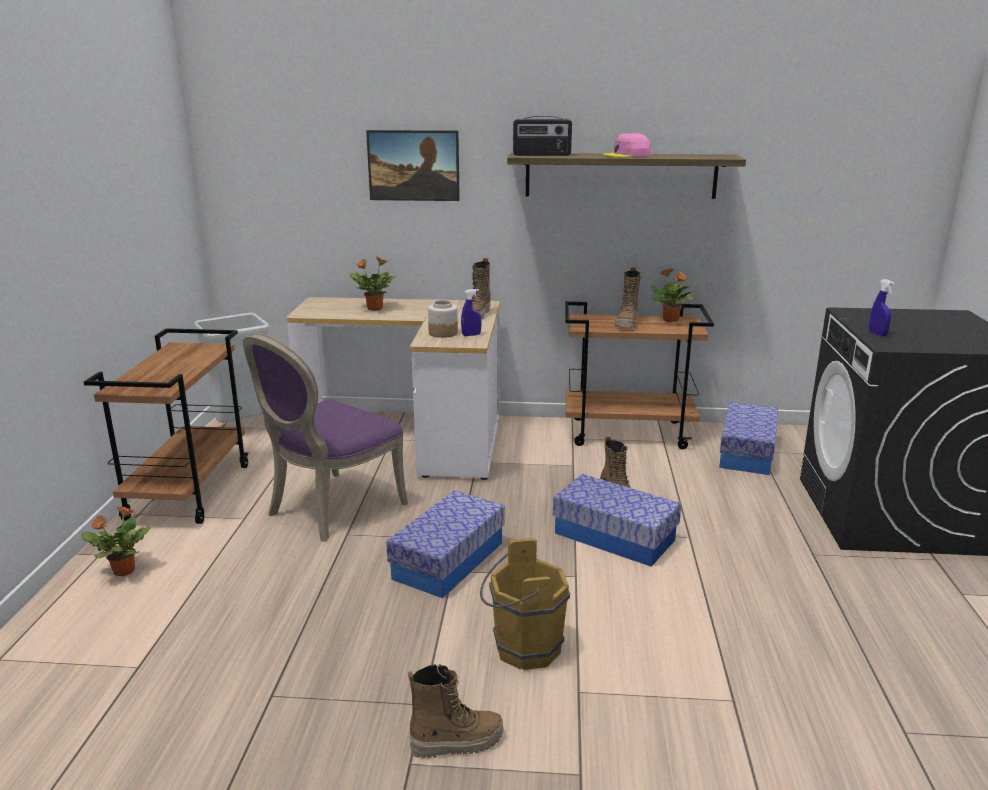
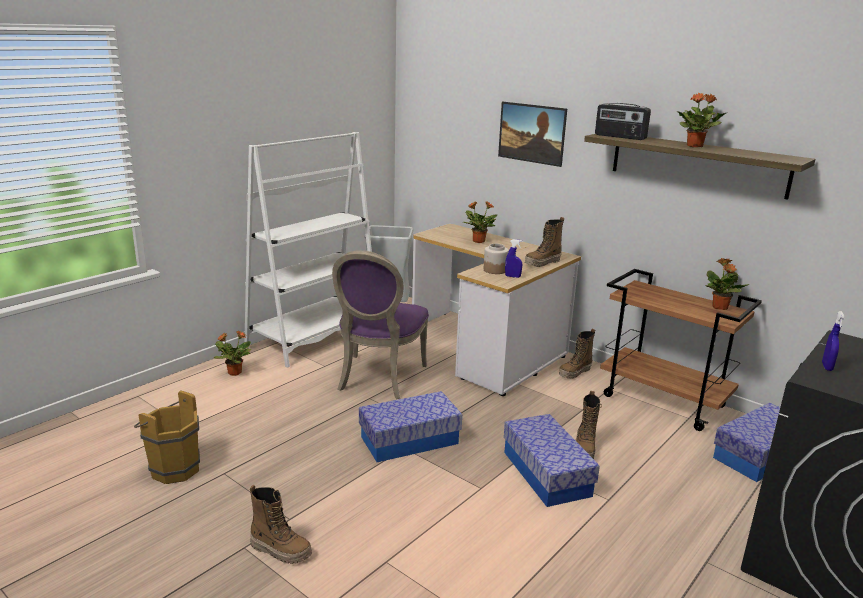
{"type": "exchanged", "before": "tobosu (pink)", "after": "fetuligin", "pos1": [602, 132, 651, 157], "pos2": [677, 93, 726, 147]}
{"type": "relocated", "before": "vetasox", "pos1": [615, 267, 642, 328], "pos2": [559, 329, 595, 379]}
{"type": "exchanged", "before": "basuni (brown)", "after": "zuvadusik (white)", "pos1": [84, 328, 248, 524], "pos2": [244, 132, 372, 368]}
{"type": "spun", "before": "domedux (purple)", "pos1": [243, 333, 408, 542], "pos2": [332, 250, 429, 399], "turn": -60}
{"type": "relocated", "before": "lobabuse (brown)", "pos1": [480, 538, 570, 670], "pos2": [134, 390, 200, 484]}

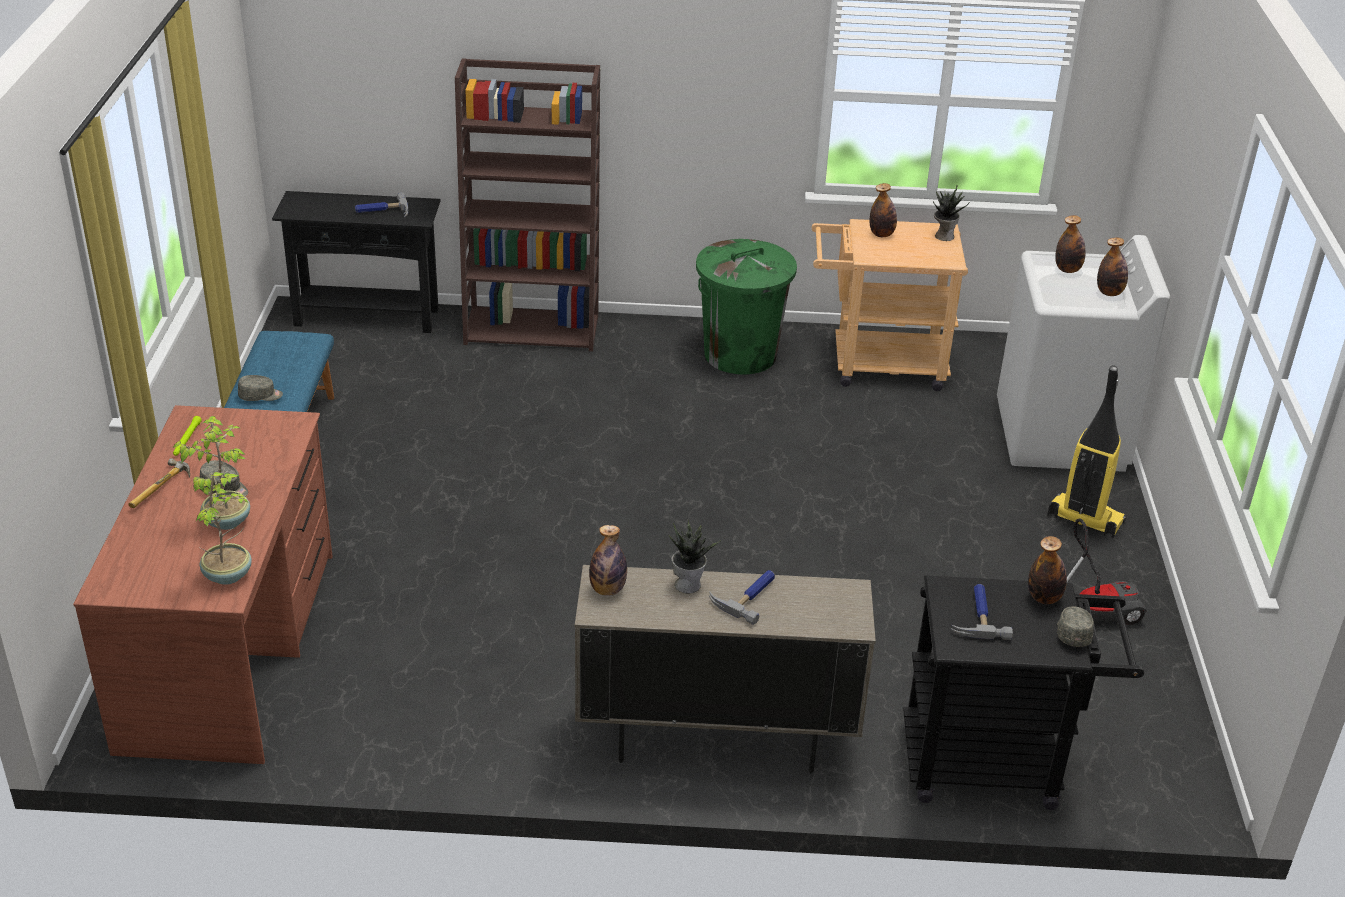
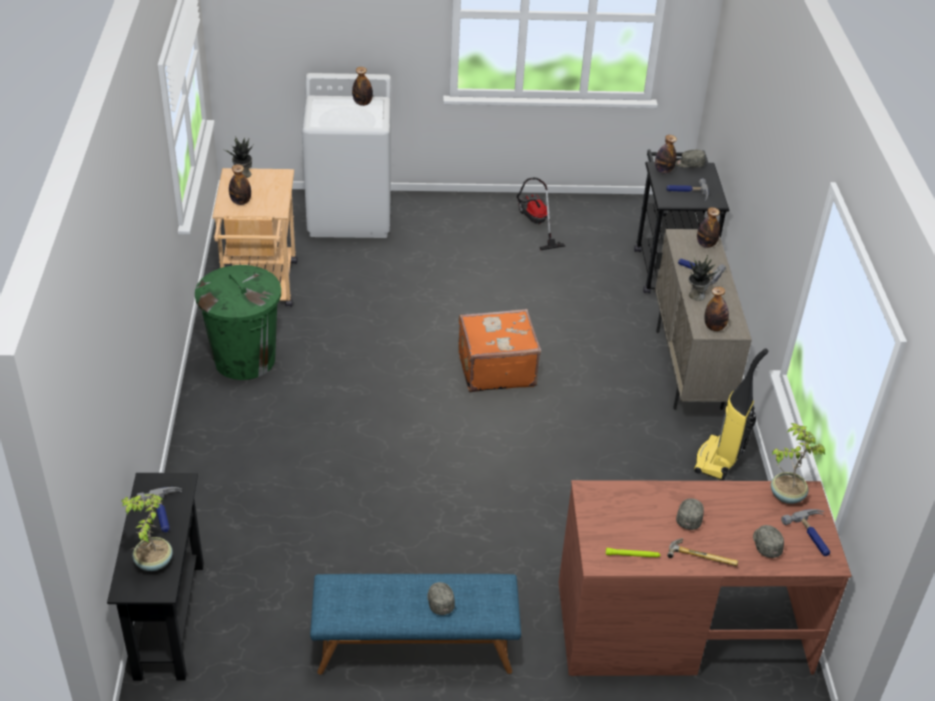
{"type": "missing", "before": "zuvadusik (brown)", "pos1": [455, 58, 600, 351]}
{"type": "relocated", "before": "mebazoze", "pos1": [1055, 215, 1085, 273], "pos2": [697, 207, 720, 248]}
{"type": "relocated", "before": "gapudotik", "pos1": [1047, 365, 1127, 538], "pos2": [694, 348, 768, 480]}
{"type": "relocated", "before": "fetuligin", "pos1": [173, 416, 250, 530], "pos2": [121, 494, 173, 571]}
{"type": "appeared", "after": "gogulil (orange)", "pos2": [458, 309, 541, 392]}
{"type": "appeared", "after": "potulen", "pos2": [781, 509, 830, 556]}
{"type": "appeared", "after": "tobosu (grey)", "pos2": [753, 525, 784, 558]}

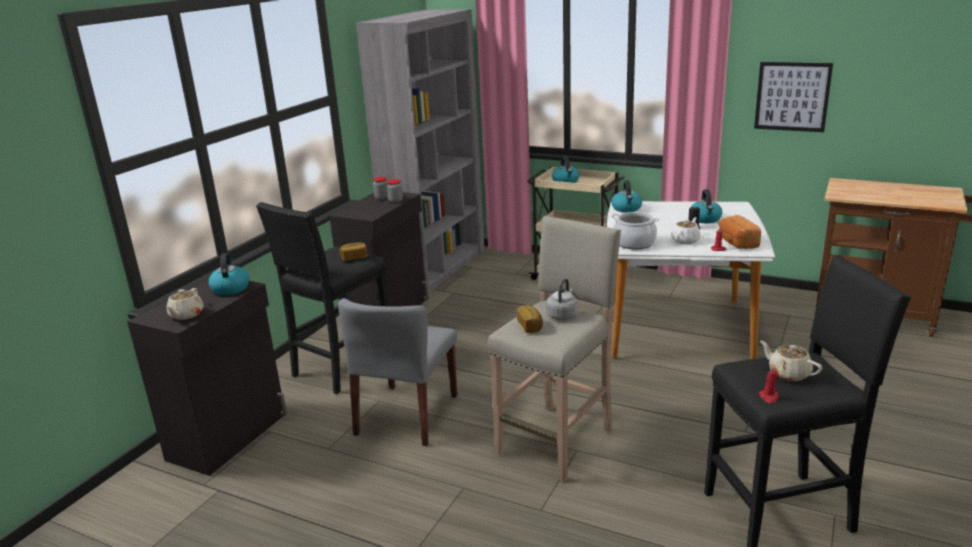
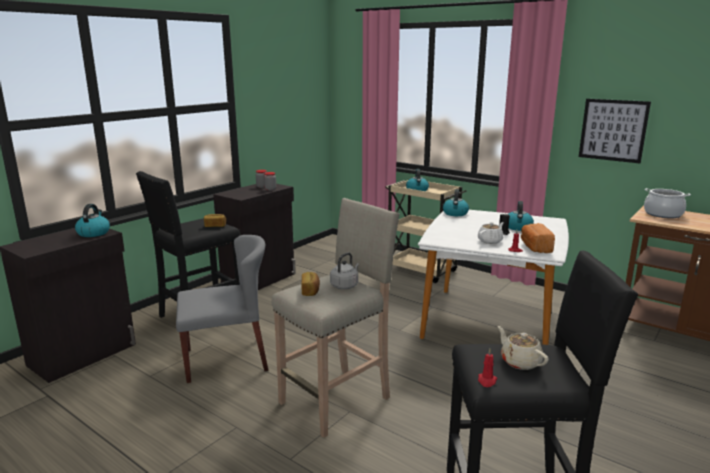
{"type": "missing", "before": "zuvadusik (grey)", "pos1": [356, 9, 485, 293]}
{"type": "relocated", "before": "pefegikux", "pos1": [611, 212, 659, 250], "pos2": [644, 188, 691, 218]}
{"type": "missing", "before": "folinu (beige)", "pos1": [166, 288, 204, 320]}
{"type": "spun", "before": "domedux (grey)", "pos1": [338, 298, 457, 446], "pos2": [176, 235, 268, 383], "turn": -135}

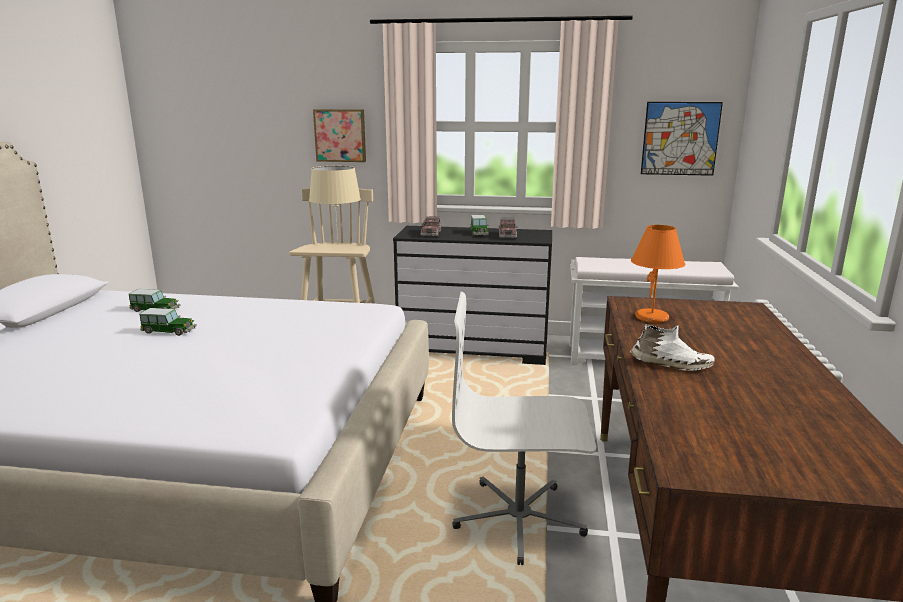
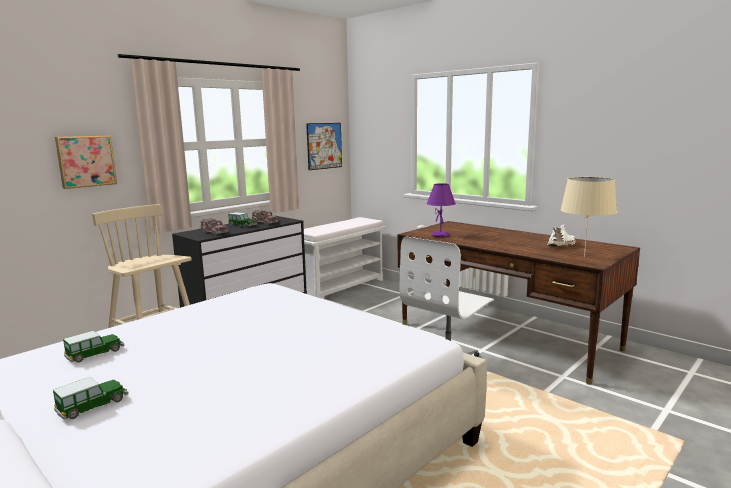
{"type": "relocated", "before": "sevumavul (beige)", "pos1": [309, 166, 361, 245], "pos2": [560, 177, 617, 257]}
{"type": "colour", "before": "sevumavul (orange)", "after": "sevumavul (purple)", "pos1": [631, 225, 685, 323], "pos2": [427, 183, 456, 237]}
{"type": "relocated", "before": "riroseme", "pos1": [139, 308, 197, 336], "pos2": [53, 377, 129, 420]}
{"type": "relocated", "before": "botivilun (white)", "pos1": [630, 324, 715, 371], "pos2": [547, 224, 576, 246]}

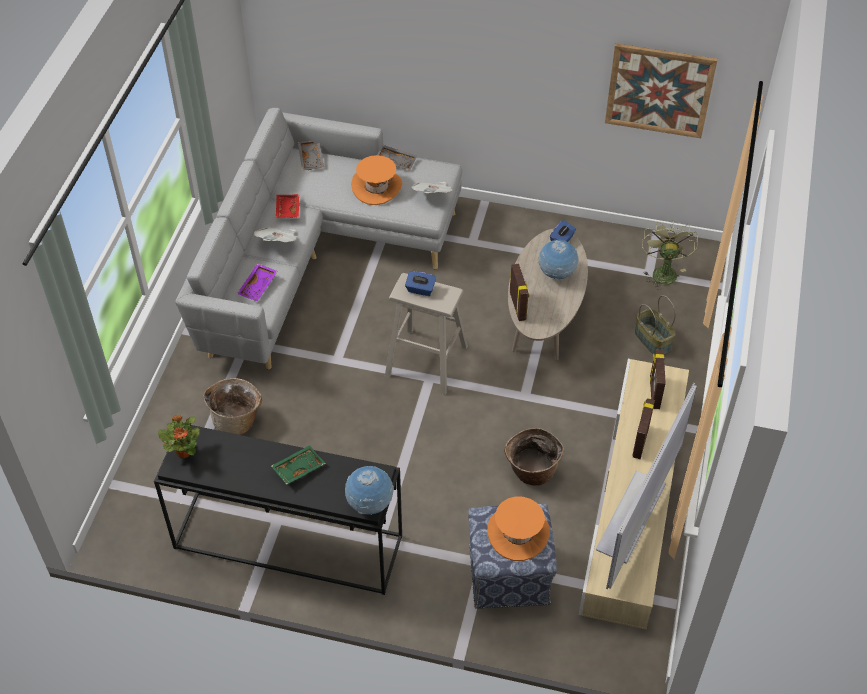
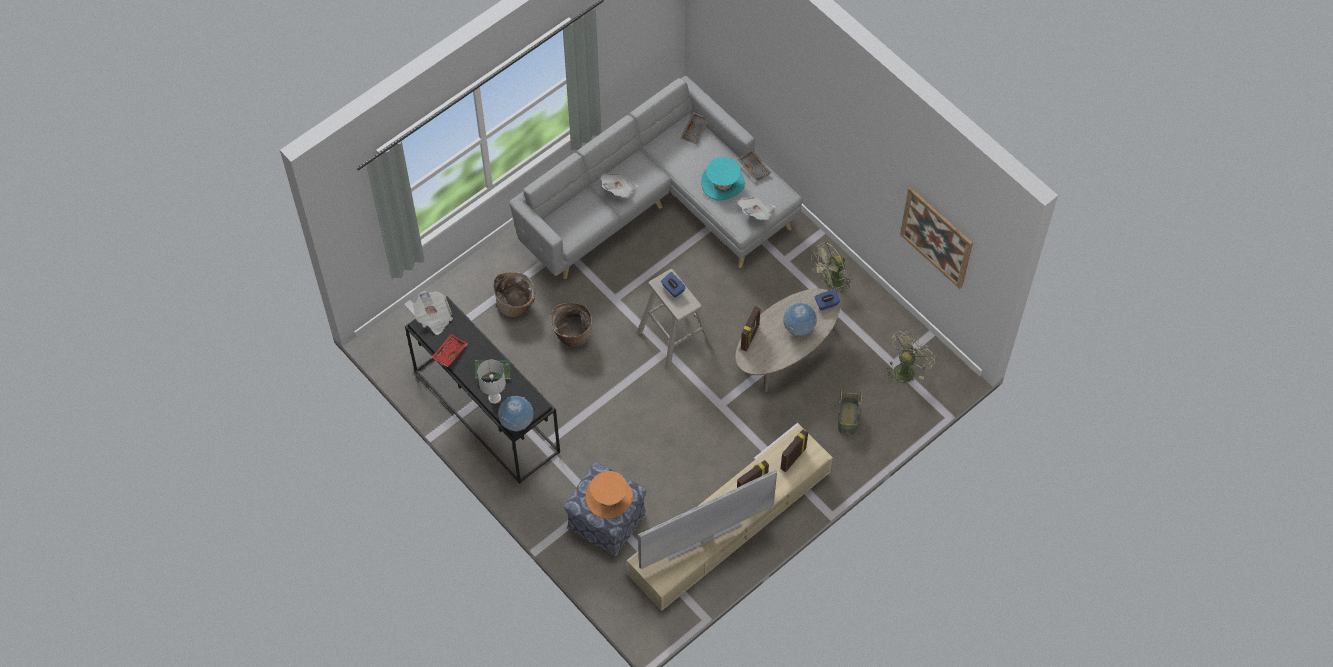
{"type": "colour", "before": "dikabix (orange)", "after": "dikabix (turquoise)", "pos1": [351, 155, 402, 205], "pos2": [701, 157, 745, 200]}
{"type": "relocated", "before": "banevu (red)", "pos1": [276, 194, 299, 218], "pos2": [431, 334, 468, 367]}
{"type": "missing", "before": "banevu (purple)", "pos1": [237, 264, 277, 301]}
{"type": "exchanged", "before": "fetuligin", "after": "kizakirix", "pos1": [158, 415, 200, 458], "pos2": [413, 291, 453, 335]}
{"type": "relocated", "before": "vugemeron", "pos1": [504, 428, 564, 485], "pos2": [551, 303, 592, 347]}
{"type": "appeared", "after": "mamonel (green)", "pos2": [811, 242, 852, 294]}
{"type": "appeared", "after": "sevumavul (white)", "pos2": [477, 360, 506, 404]}

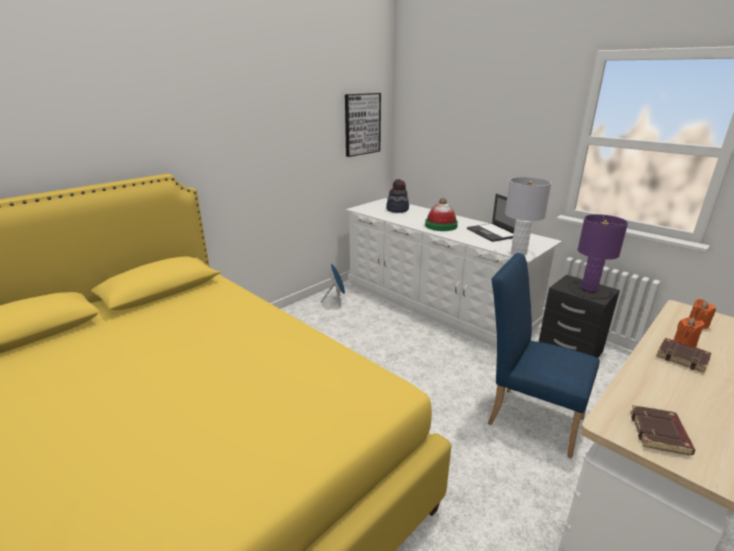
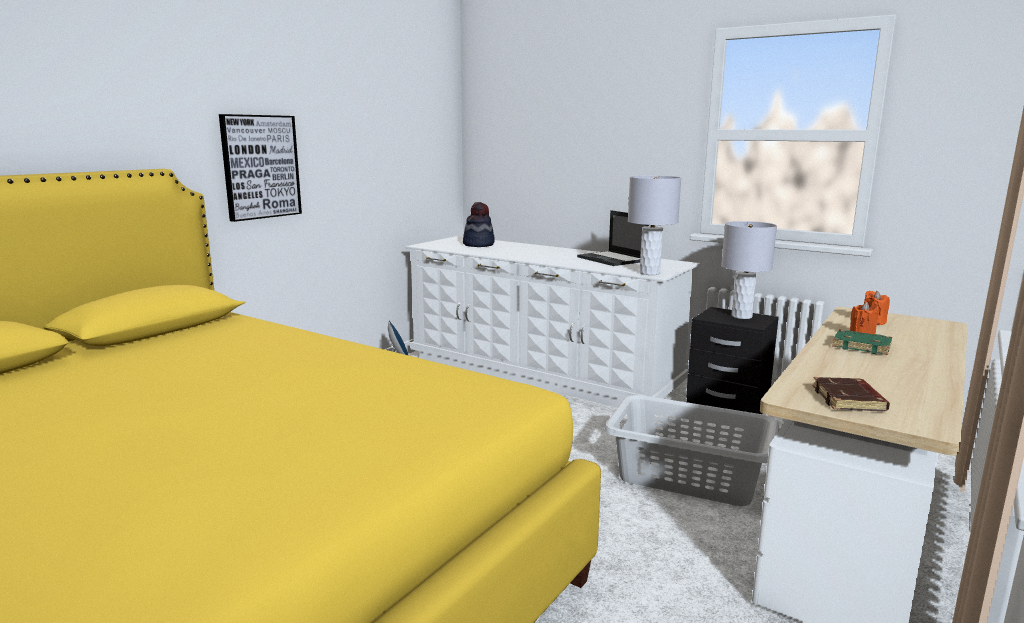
{"type": "relocated", "before": "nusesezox", "pos1": [345, 93, 381, 157], "pos2": [219, 114, 302, 222]}
{"type": "missing", "before": "dikabix", "pos1": [425, 198, 458, 231]}
{"type": "colour", "before": "sevumavul (purple)", "after": "sevumavul (grey)", "pos1": [577, 214, 628, 291], "pos2": [721, 221, 777, 319]}
{"type": "exchanged", "before": "domedux (blue)", "after": "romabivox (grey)", "pos1": [488, 253, 600, 459], "pos2": [604, 395, 779, 506]}
{"type": "colour", "before": "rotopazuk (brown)", "after": "rotopazuk (green)", "pos1": [656, 338, 711, 373], "pos2": [832, 330, 892, 355]}

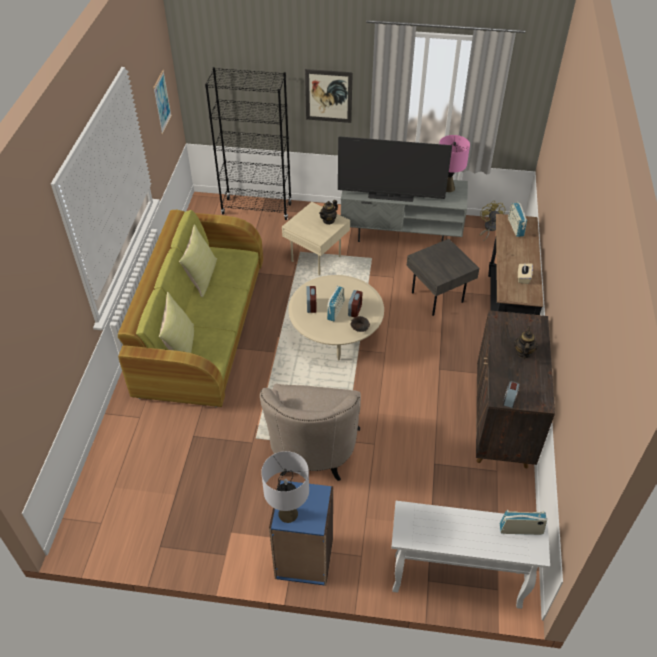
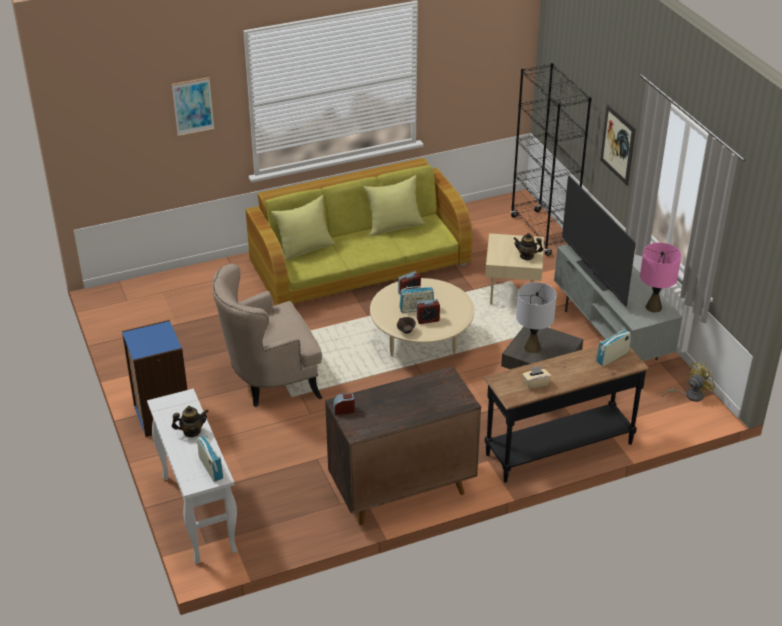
{"type": "relocated", "before": "nusesezox", "pos1": [153, 70, 172, 134], "pos2": [172, 77, 214, 136]}
{"type": "relocated", "before": "folinu", "pos1": [514, 326, 538, 359], "pos2": [172, 406, 209, 437]}
{"type": "relocated", "before": "sevumavul (grey)", "pos1": [261, 451, 309, 523], "pos2": [516, 282, 557, 353]}

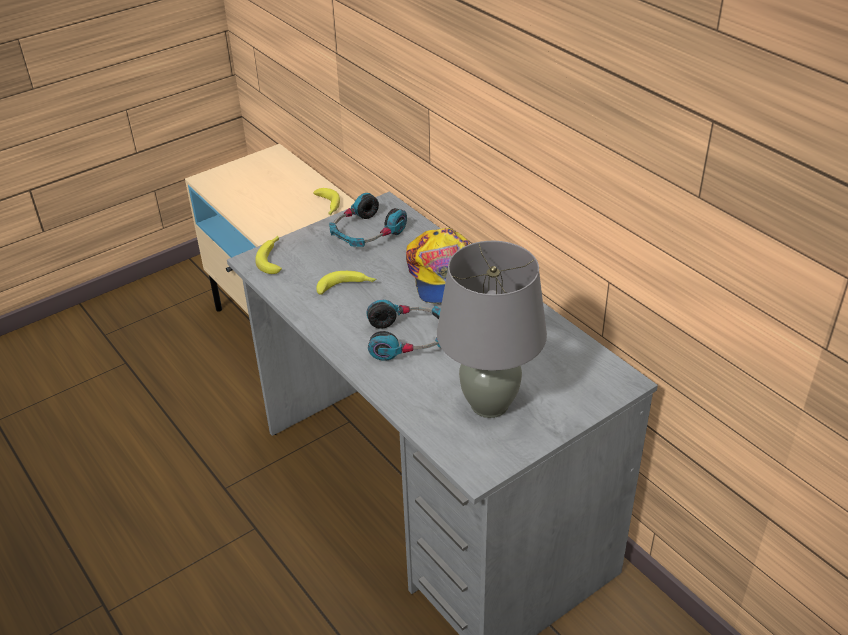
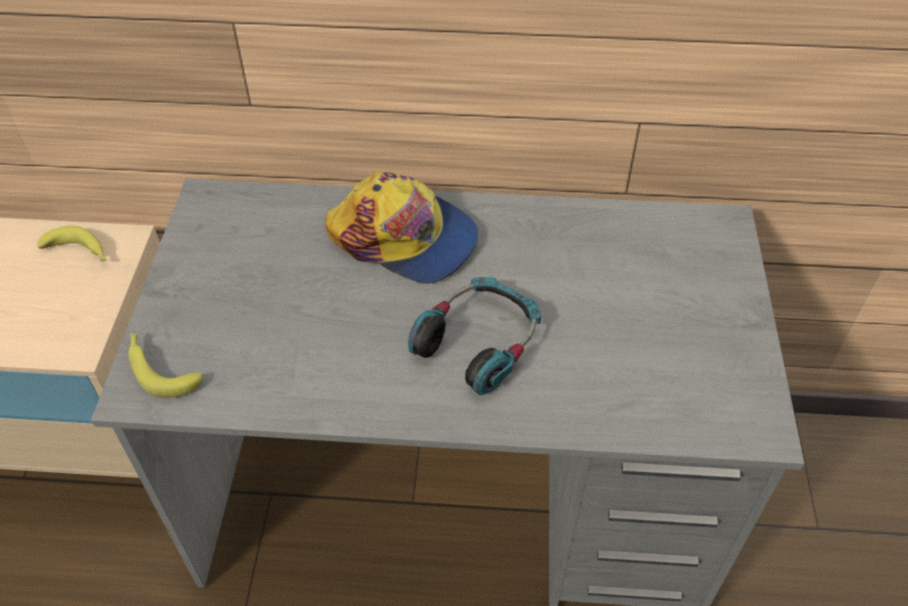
{"type": "missing", "before": "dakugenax", "pos1": [329, 193, 407, 247]}
{"type": "missing", "before": "sevumavul (grey)", "pos1": [437, 241, 547, 418]}
{"type": "missing", "before": "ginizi", "pos1": [316, 271, 376, 295]}

